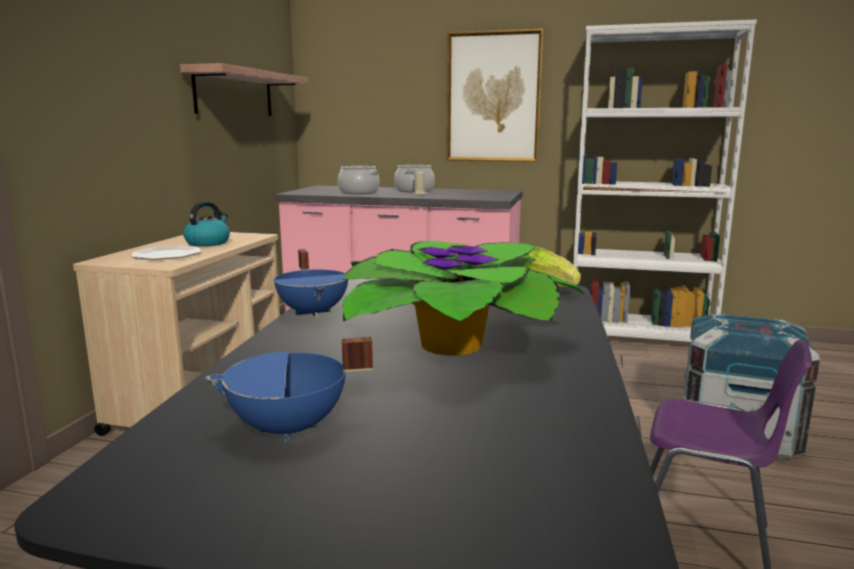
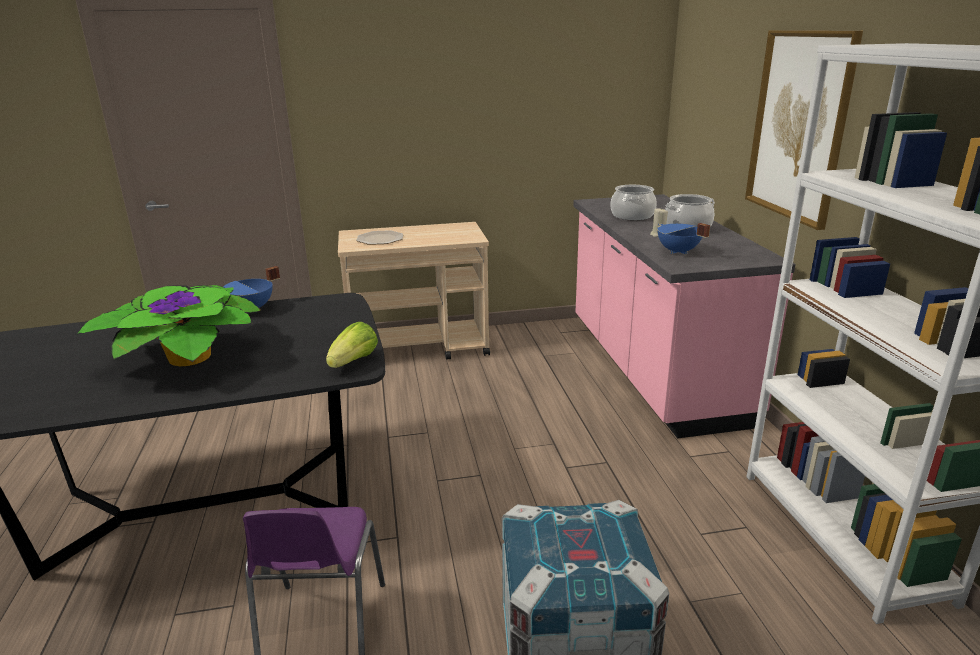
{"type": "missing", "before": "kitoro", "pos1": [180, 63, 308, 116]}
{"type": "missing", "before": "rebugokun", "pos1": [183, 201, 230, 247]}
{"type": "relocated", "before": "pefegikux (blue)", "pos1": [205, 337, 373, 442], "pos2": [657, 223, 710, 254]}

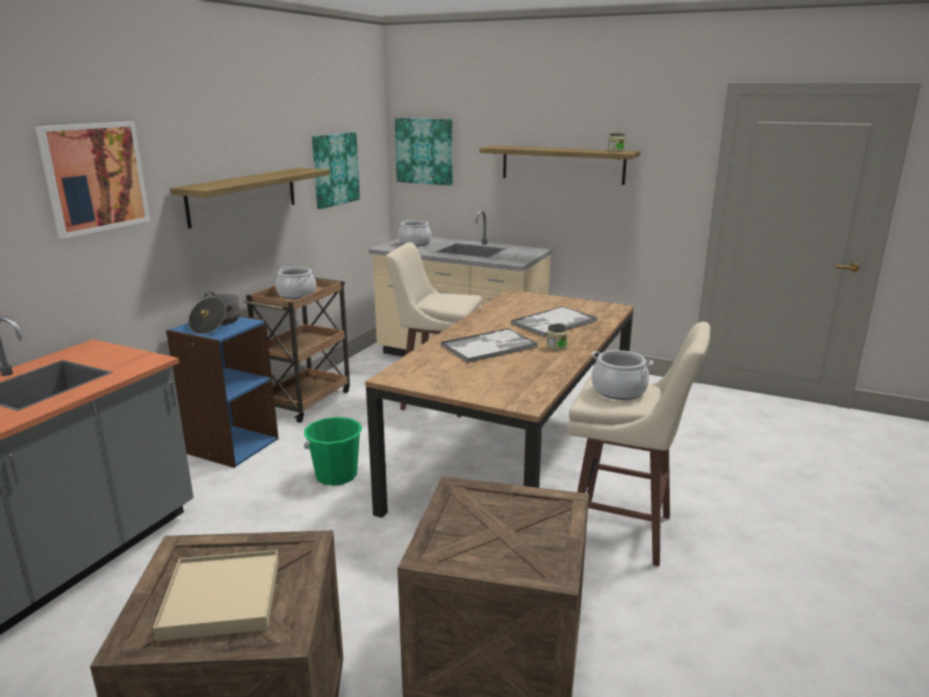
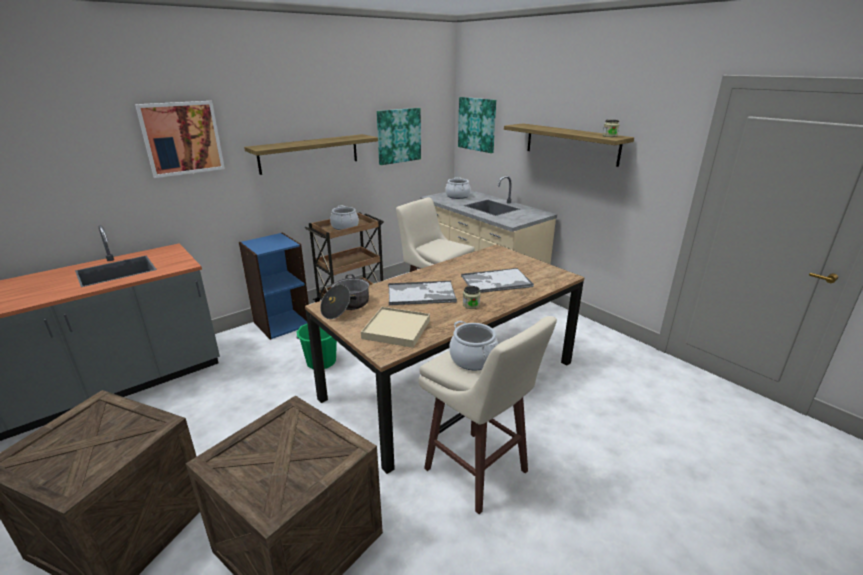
{"type": "relocated", "before": "pefegikux", "pos1": [188, 292, 240, 334], "pos2": [320, 274, 369, 319]}
{"type": "relocated", "before": "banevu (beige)", "pos1": [153, 550, 279, 641], "pos2": [361, 307, 430, 348]}

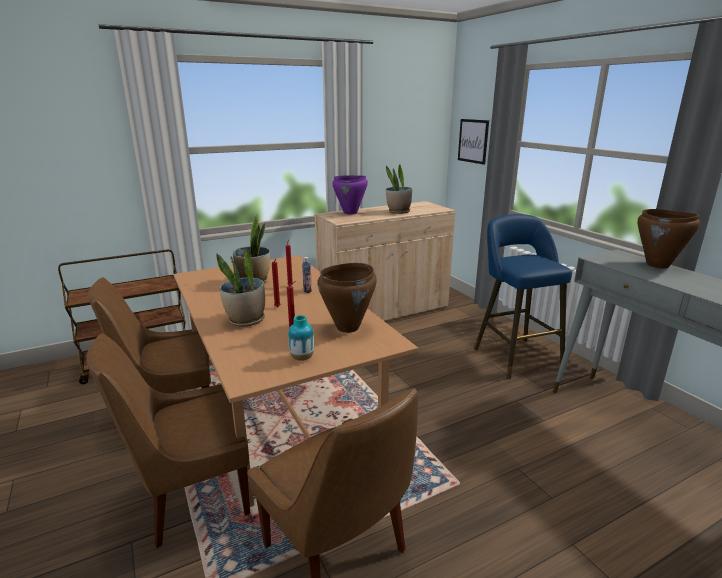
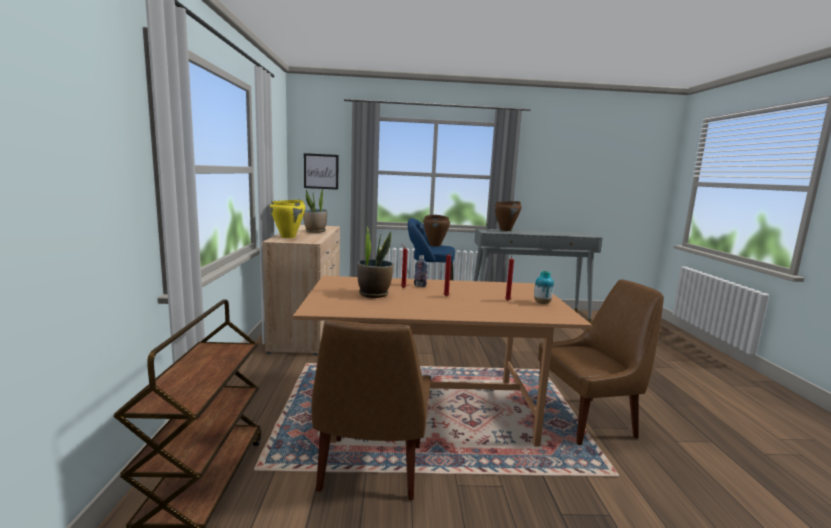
{"type": "colour", "before": "pefegikux (purple)", "after": "pefegikux (yellow)", "pos1": [332, 175, 368, 215], "pos2": [270, 200, 305, 238]}
{"type": "missing", "before": "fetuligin", "pos1": [216, 249, 265, 327]}
{"type": "relocated", "before": "pefegikux (brown)", "pos1": [317, 263, 377, 333], "pos2": [423, 215, 450, 247]}
{"type": "missing", "before": "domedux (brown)", "pos1": [86, 333, 250, 548]}

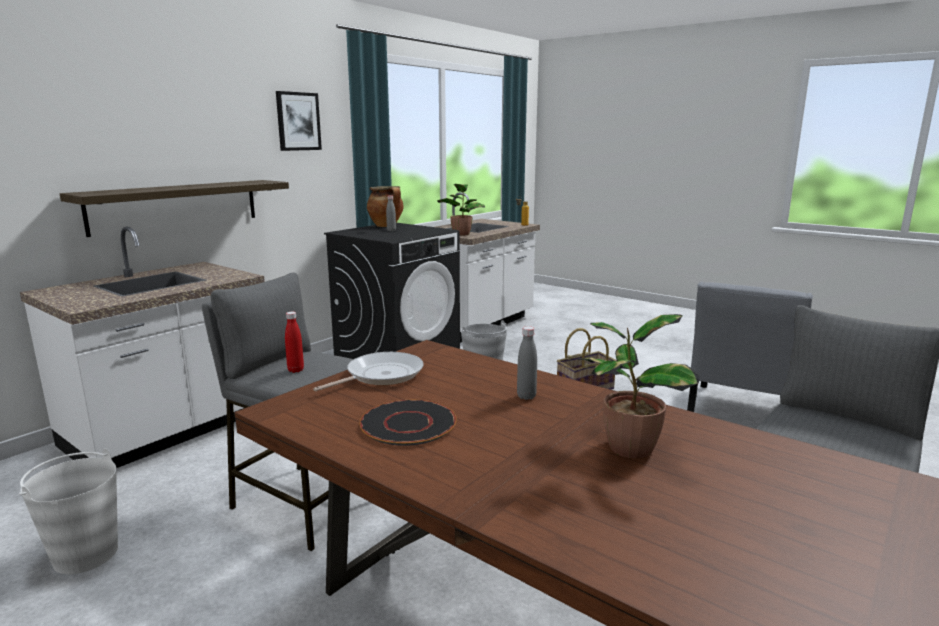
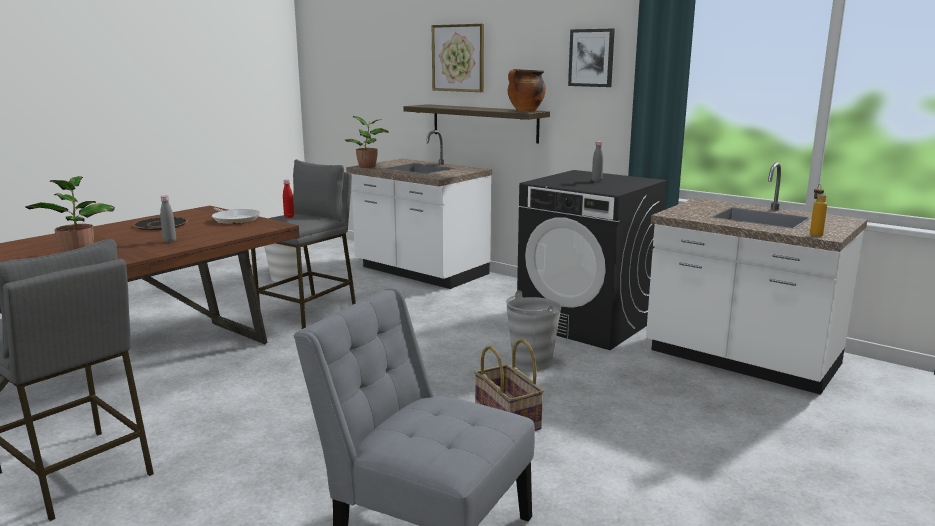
{"type": "relocated", "before": "fetuligin", "pos1": [437, 184, 485, 236], "pos2": [345, 116, 389, 168]}
{"type": "relocated", "before": "pefegikux", "pos1": [367, 186, 403, 227], "pos2": [508, 69, 546, 112]}
{"type": "appeared", "after": "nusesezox", "pos2": [432, 24, 484, 92]}

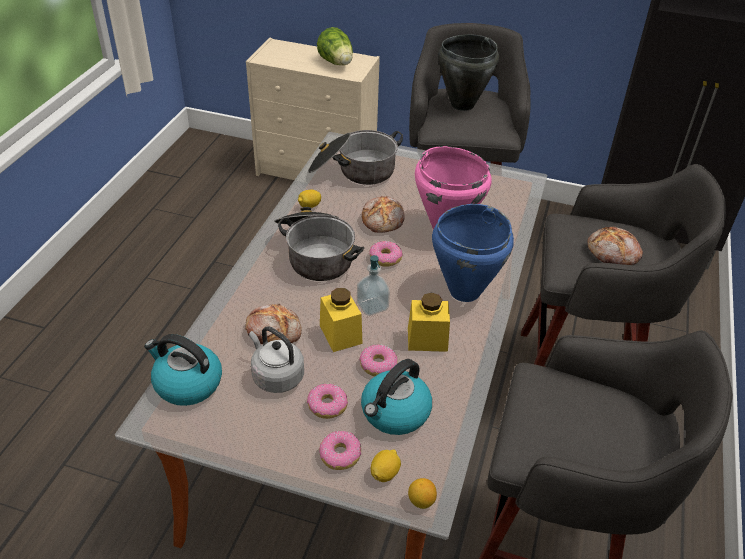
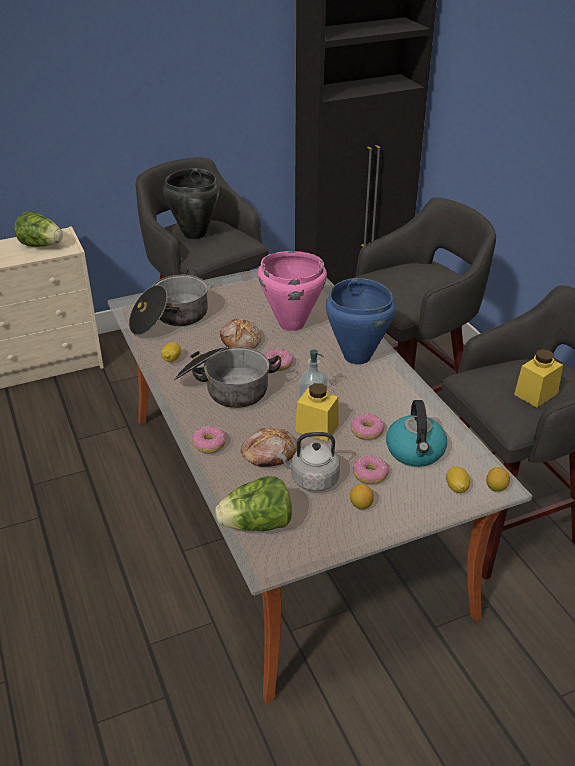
{"type": "missing", "before": "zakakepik", "pos1": [587, 227, 643, 265]}
{"type": "relocated", "before": "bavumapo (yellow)", "pos1": [408, 293, 450, 352], "pos2": [514, 349, 563, 408]}
{"type": "exchanged", "before": "rebugokun", "after": "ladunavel", "pos1": [144, 334, 222, 406], "pos2": [216, 476, 292, 531]}
{"type": "relocated", "before": "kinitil", "pos1": [319, 431, 361, 470], "pos2": [192, 426, 226, 453]}
{"type": "appeared", "after": "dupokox", "pos2": [350, 484, 374, 509]}

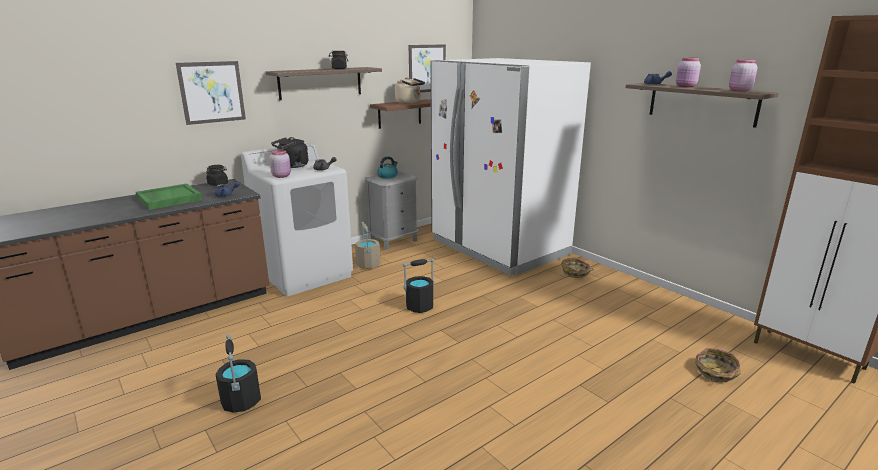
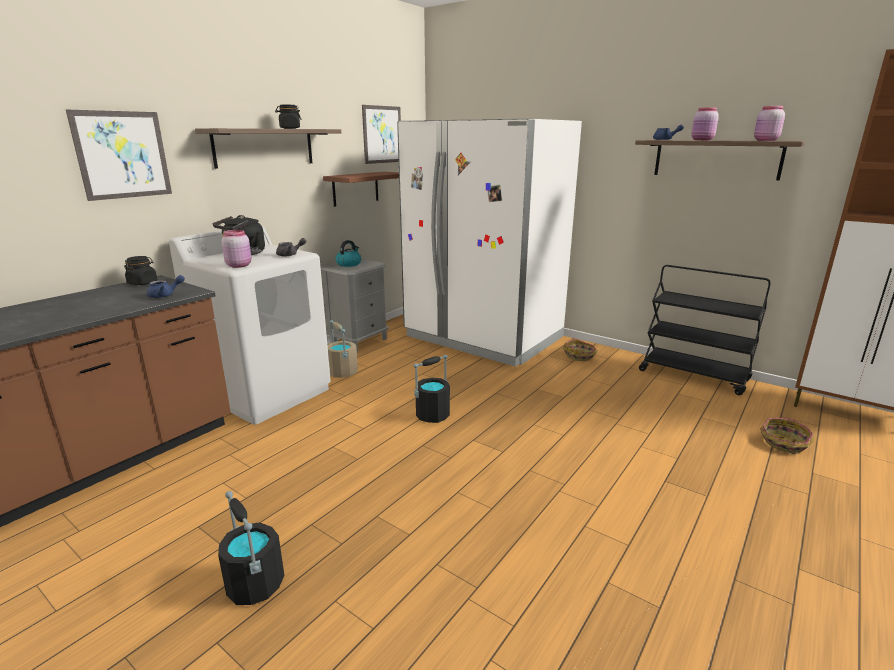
{"type": "missing", "before": "rebugokun (beige)", "pos1": [395, 77, 425, 104]}
{"type": "missing", "before": "banevu (green)", "pos1": [136, 183, 202, 210]}
{"type": "appeared", "after": "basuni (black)", "pos2": [639, 265, 771, 395]}

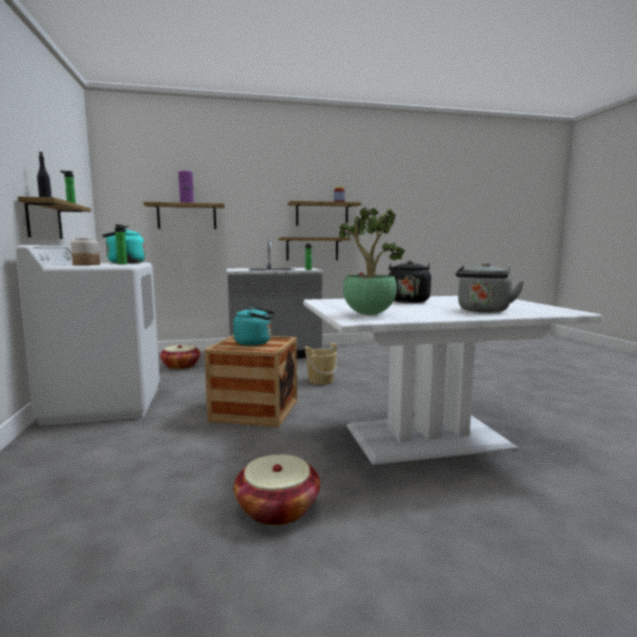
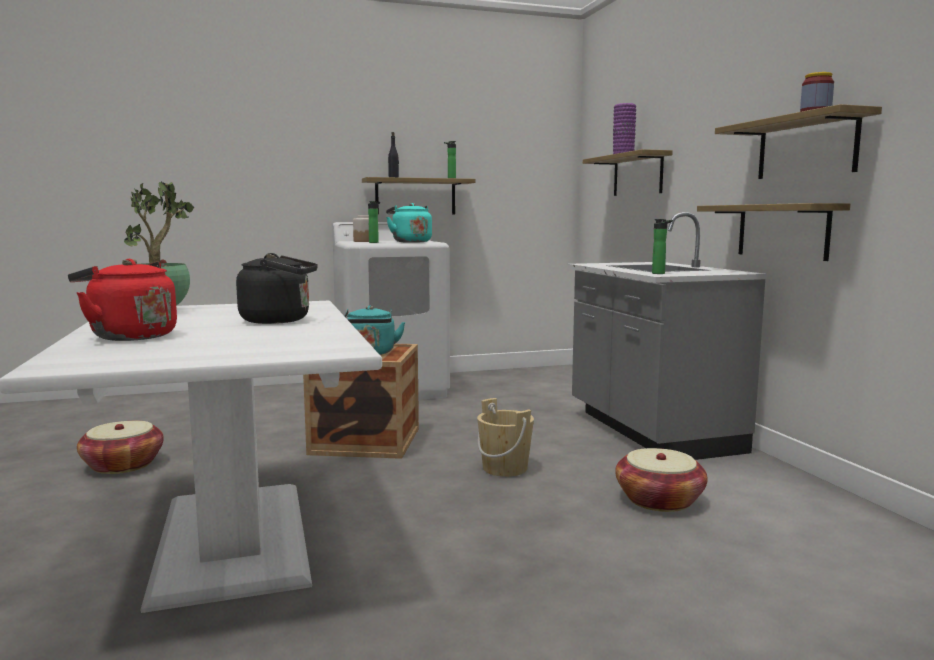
{"type": "colour", "before": "rebugokun (grey)", "after": "rebugokun (red)", "pos1": [456, 263, 524, 313], "pos2": [68, 259, 177, 341]}
{"type": "relocated", "before": "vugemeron", "pos1": [160, 345, 200, 369], "pos2": [615, 448, 708, 512]}

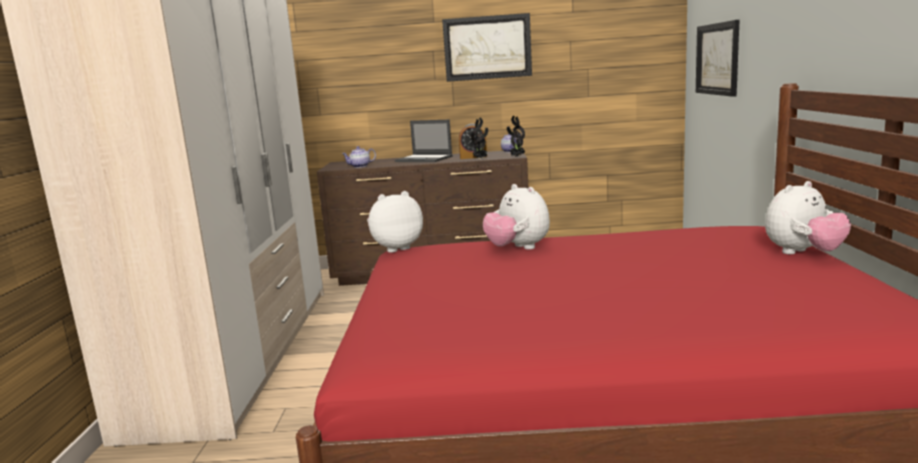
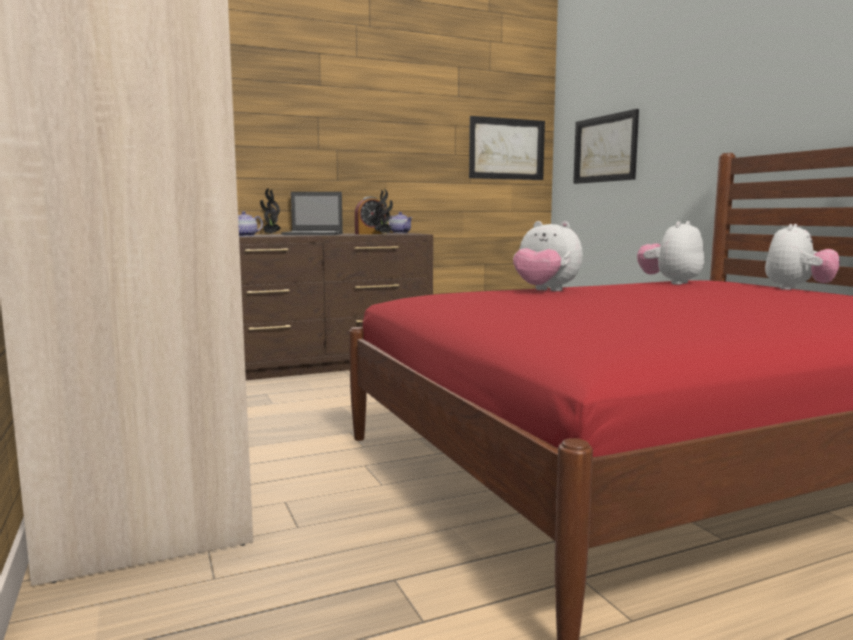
{"type": "relocated", "before": "nusesezox", "pos1": [442, 13, 532, 82], "pos2": [469, 116, 545, 180]}
{"type": "relocated", "before": "fetuligin", "pos1": [507, 116, 525, 157], "pos2": [260, 189, 280, 234]}
{"type": "relocated", "before": "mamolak", "pos1": [367, 191, 423, 253], "pos2": [637, 221, 704, 285]}

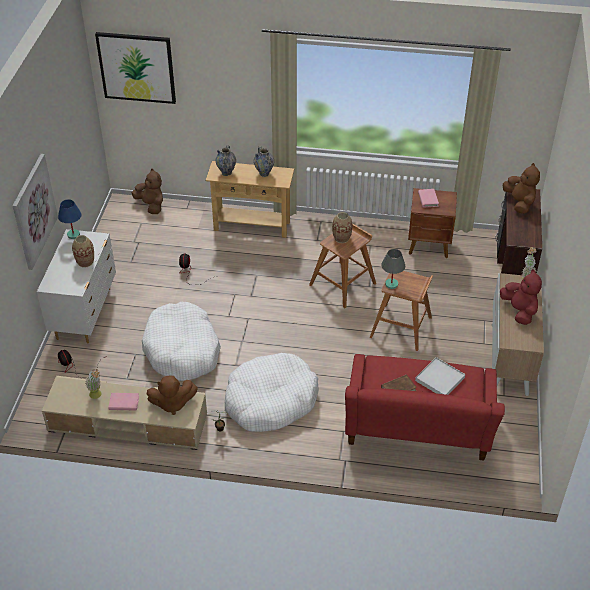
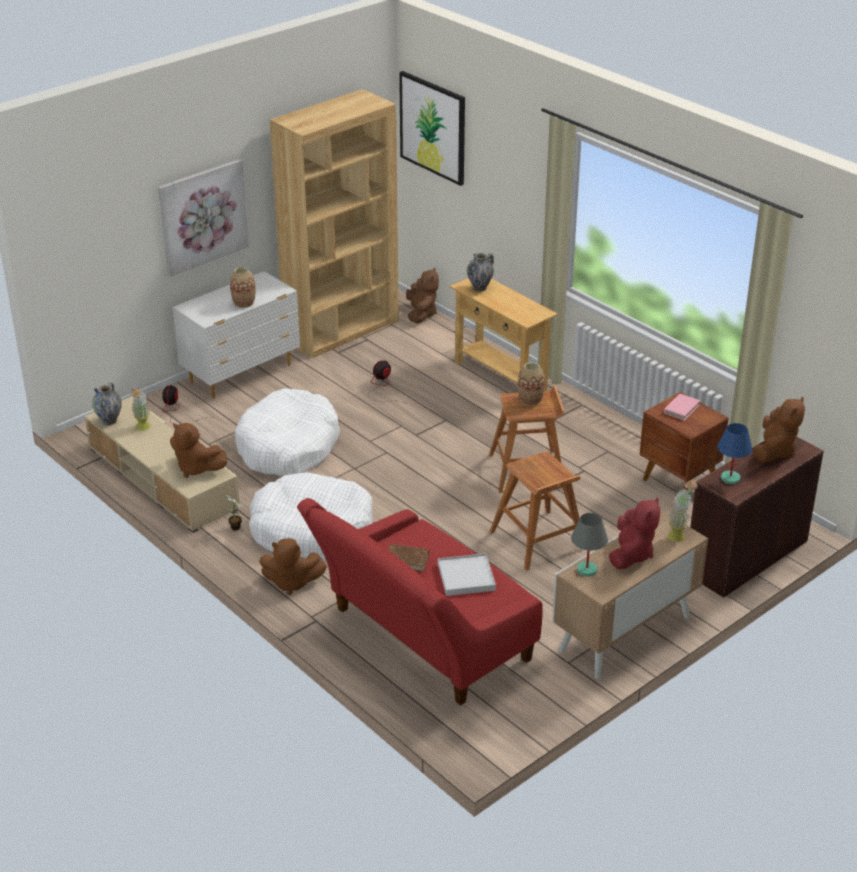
{"type": "relocated", "before": "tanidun", "pos1": [254, 146, 274, 177], "pos2": [92, 382, 122, 426]}
{"type": "relocated", "before": "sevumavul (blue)", "pos1": [58, 199, 82, 239], "pos2": [717, 423, 752, 484]}
{"type": "relocated", "before": "sevumavul (grey)", "pos1": [381, 249, 405, 289], "pos2": [571, 513, 608, 577]}
{"type": "missing", "before": "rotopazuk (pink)", "pos1": [108, 393, 139, 410]}
{"type": "appeared", "after": "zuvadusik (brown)", "pos2": [270, 89, 399, 358]}
{"type": "appeared", "after": "mamolak (brown)", "pos2": [259, 538, 327, 595]}

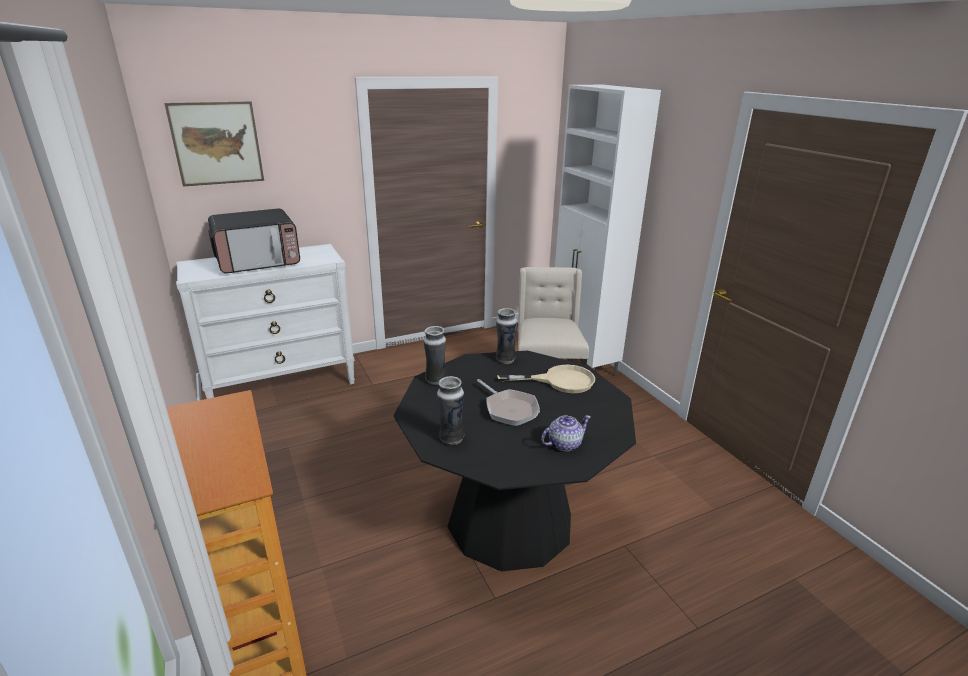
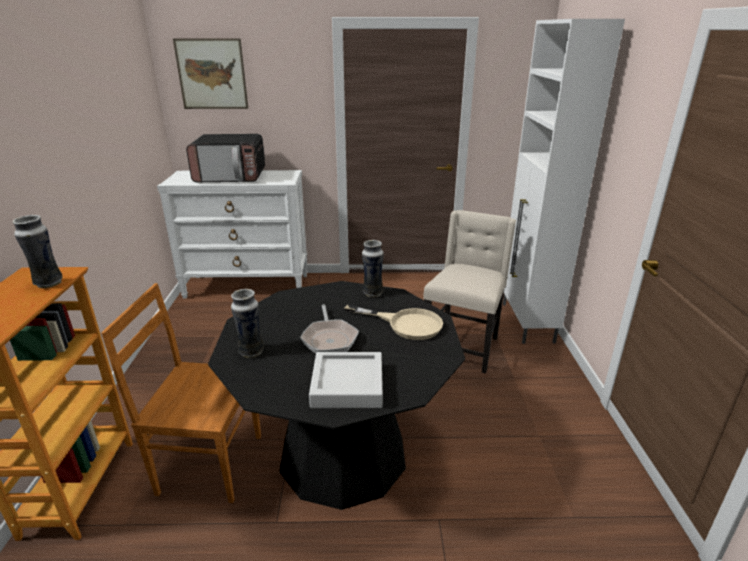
{"type": "relocated", "before": "tanidun", "pos1": [423, 326, 447, 385], "pos2": [13, 215, 63, 288]}
{"type": "exchanged", "before": "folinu", "after": "banevu (grey)", "pos1": [541, 415, 591, 451], "pos2": [309, 352, 383, 408]}
{"type": "appeared", "after": "domedux (brown)", "pos2": [101, 283, 261, 503]}

